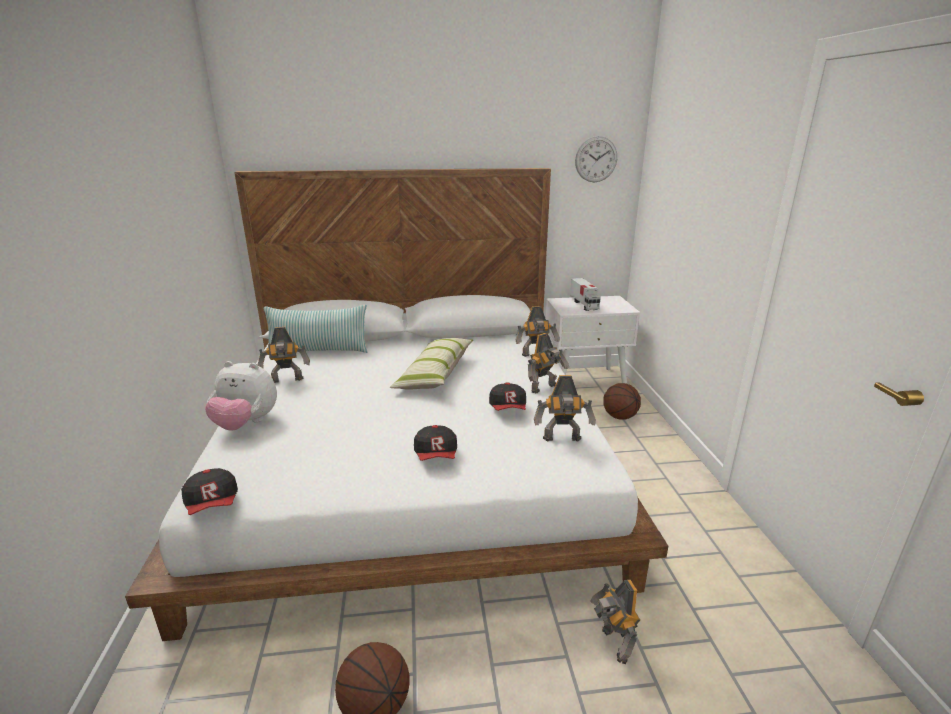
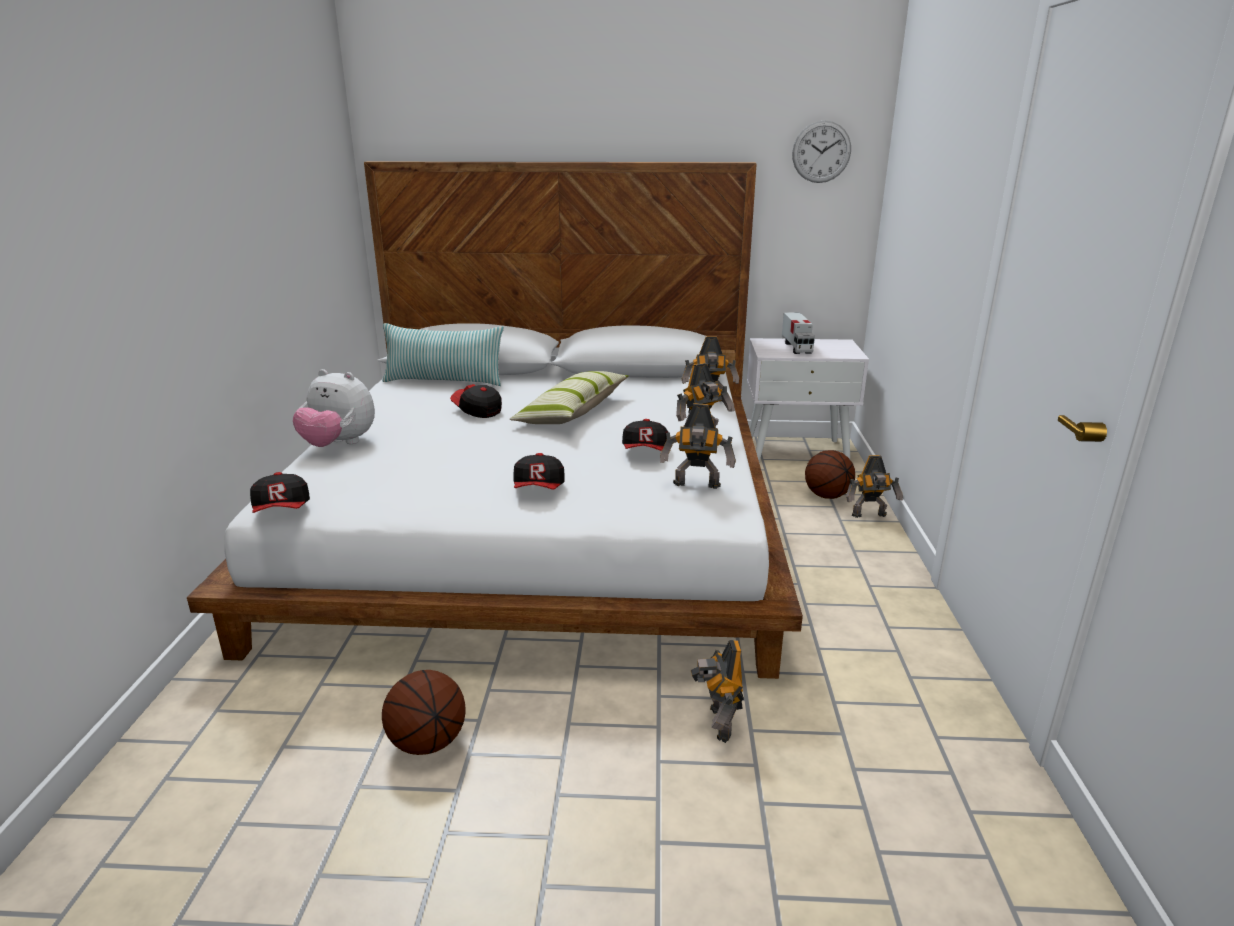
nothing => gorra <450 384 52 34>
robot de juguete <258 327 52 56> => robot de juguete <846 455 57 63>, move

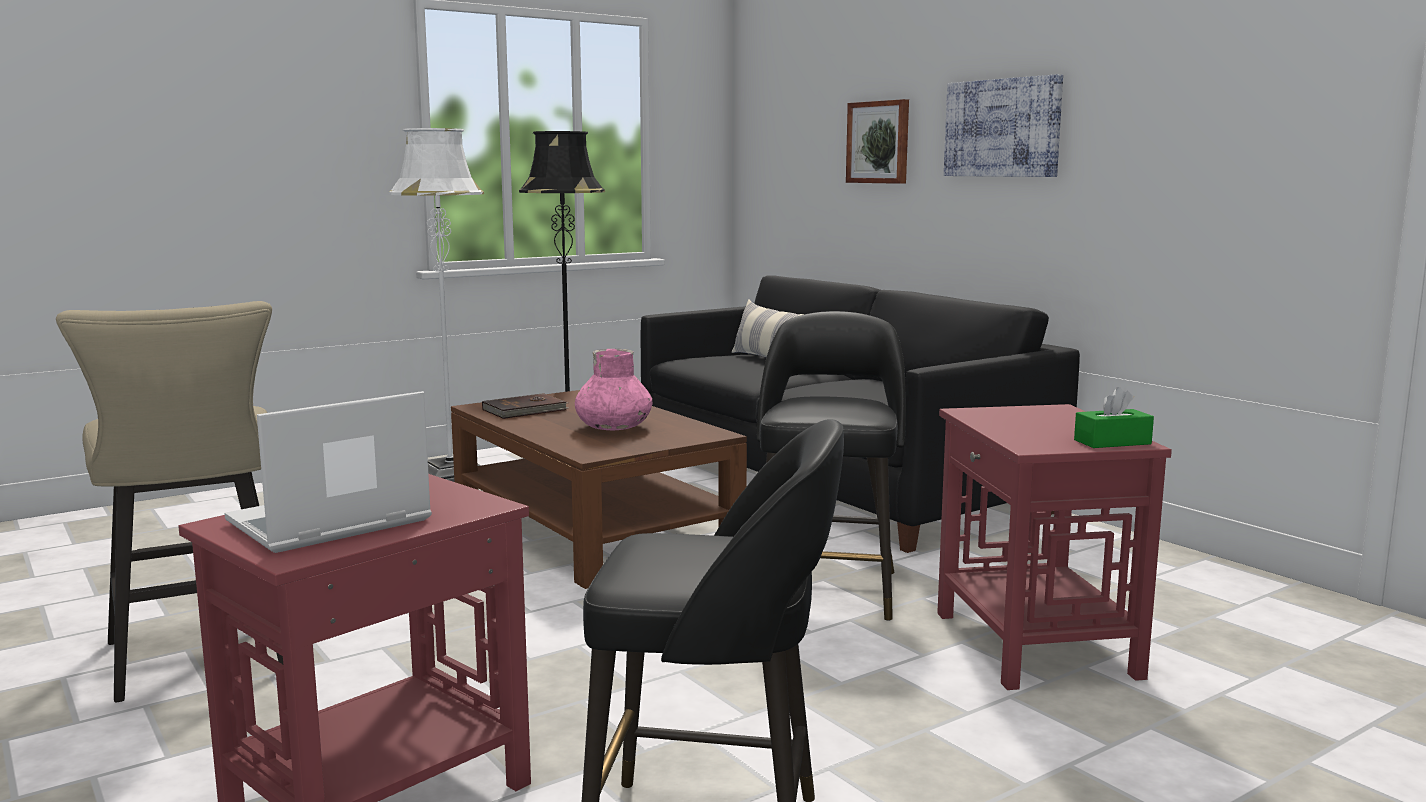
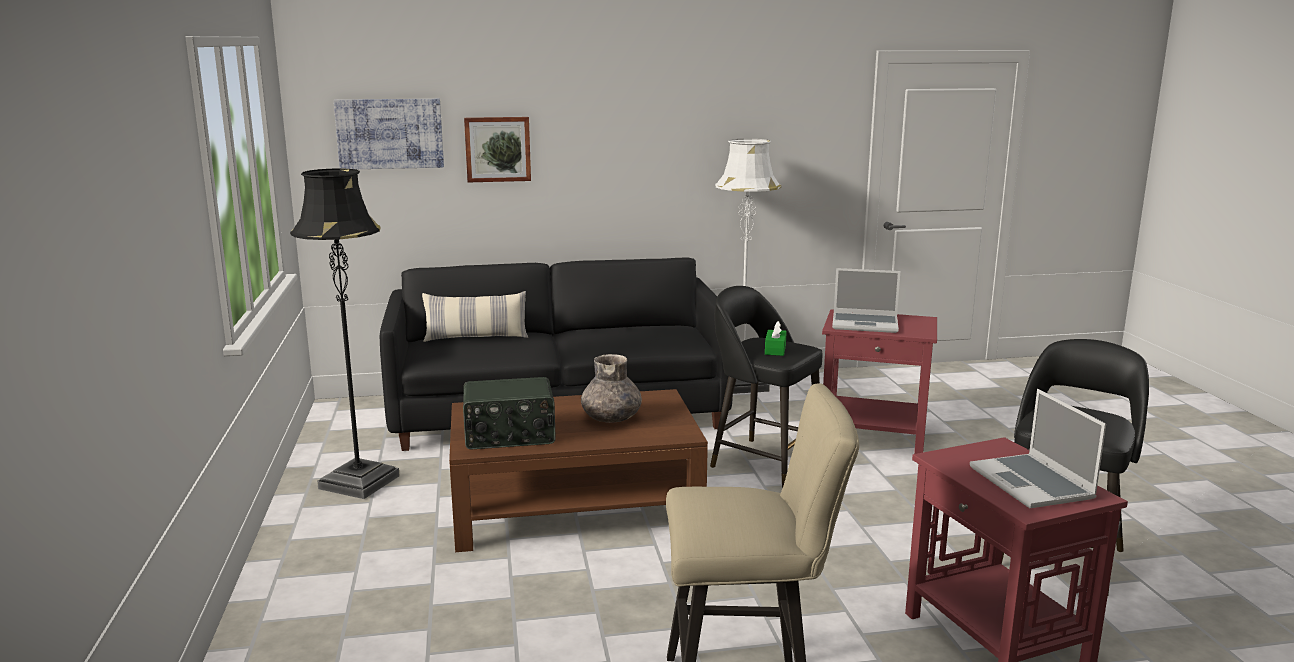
nothing => portátil <832 268 68 65>
lámpara de pie [blanco] <389 128 95 354> => lámpara de pie [blanco] <715 139 67 255>, move
cuadro <944 74 119 103> => cuadro <334 99 110 70>, move
caja de pañuelos [verde] <1074 387 80 61> => caja de pañuelos [verde] <765 321 22 35>, move
libro [marrón] <482 393 86 26> => radio <463 377 93 72>
florero [rosa] <575 349 77 82> => florero [gris] <581 354 61 69>

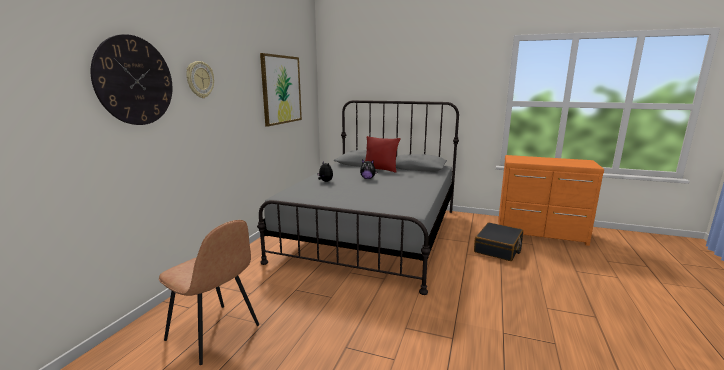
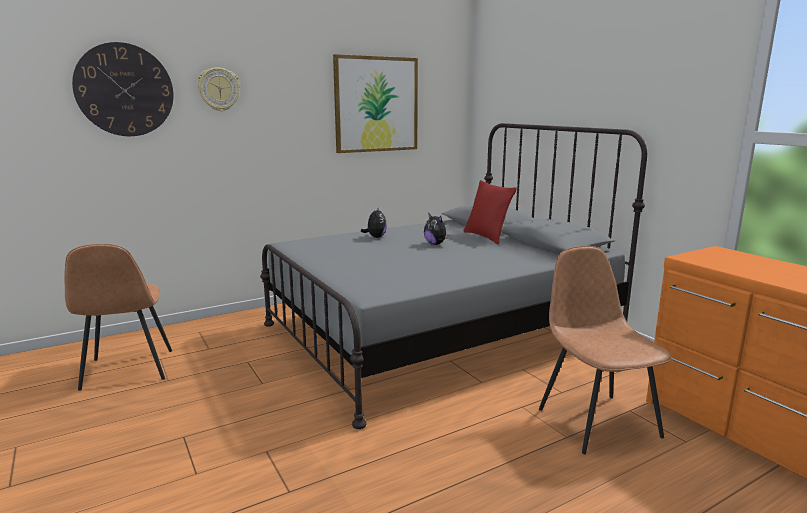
maleta [negro] <474 222 49 39> => silla [marrón] <539 246 133 208>

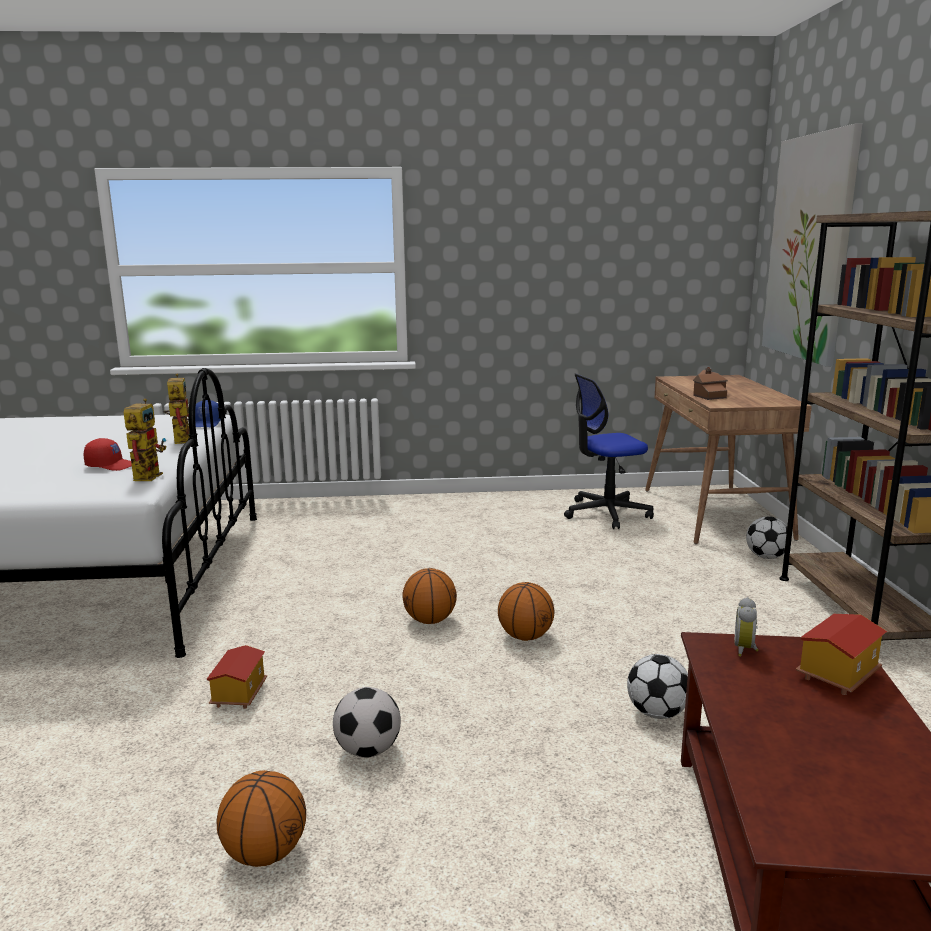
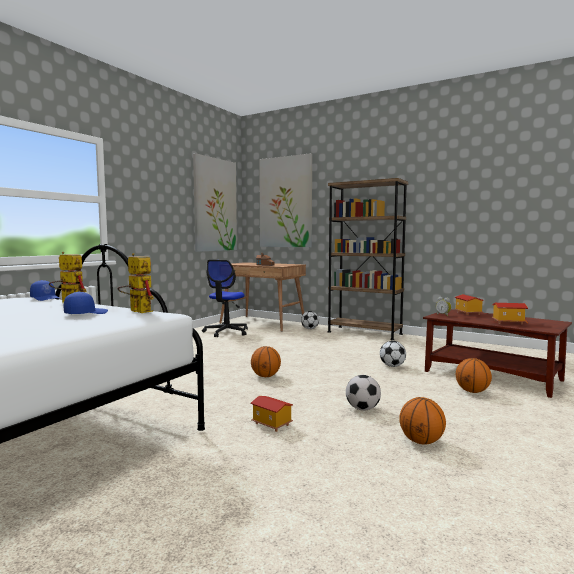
nothing => cuadro <193 153 44 99>
nothing => casita <492 303 36 22>
balón de baloncesto <498 582 56 59> => balón de baloncesto <456 358 36 35>, move
gorra [rojo] <84 438 48 33> => gorra [azul] <64 291 44 23>

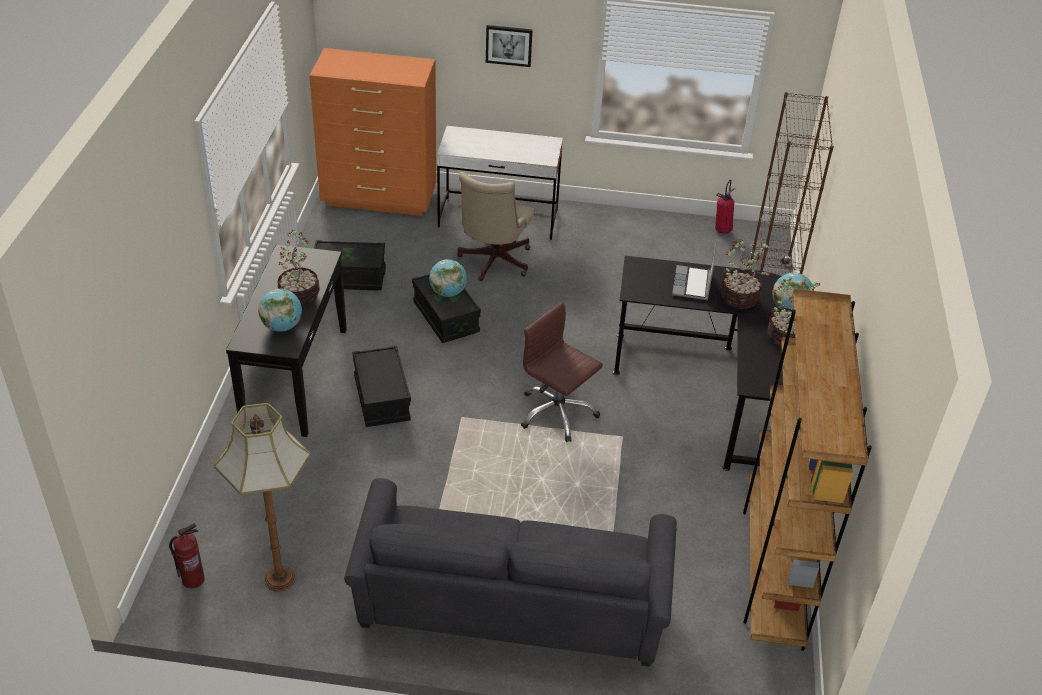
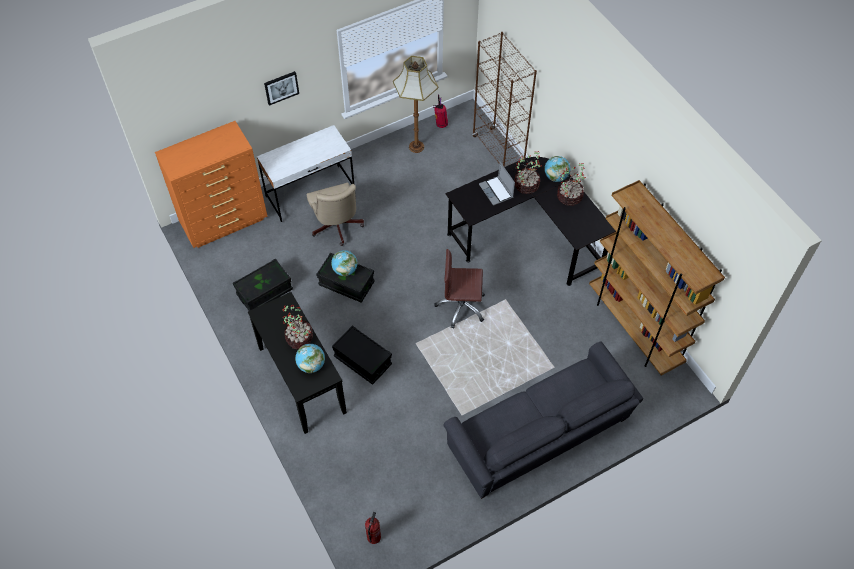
lámpara de pie <214 403 97 189> => lámpara de pie <393 56 45 97>, move

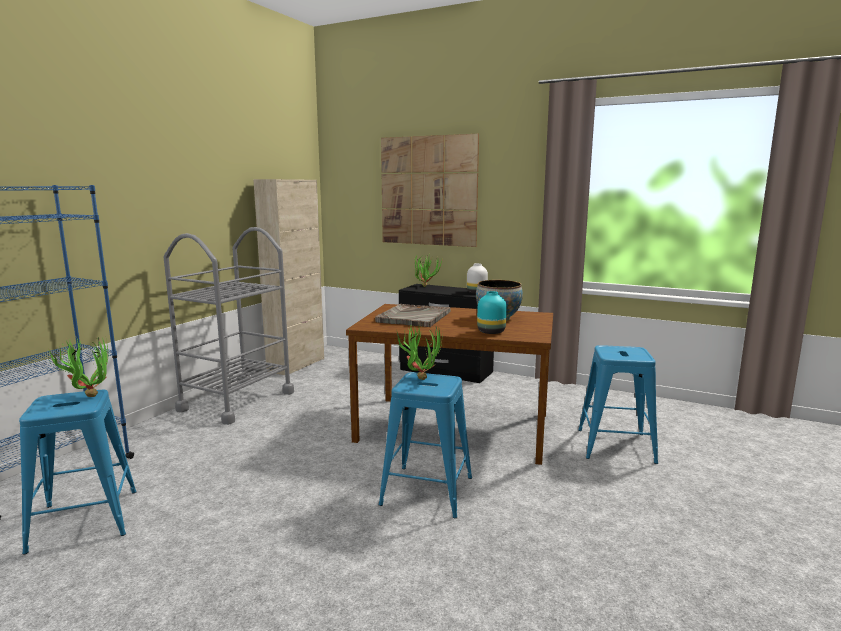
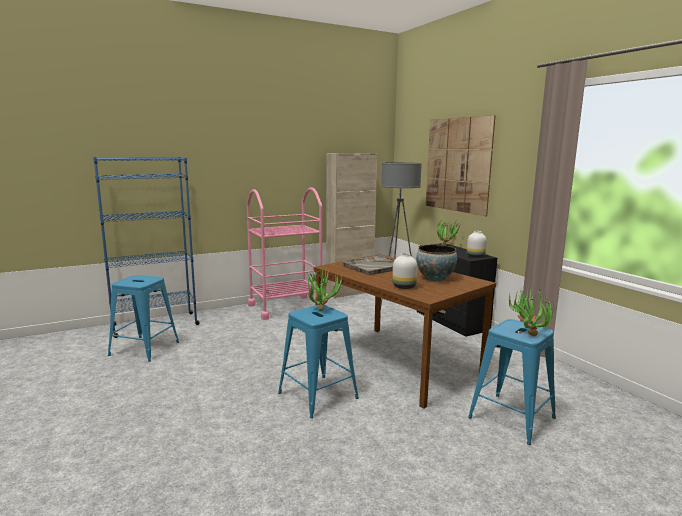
nothing => lámpara de pie [gris] <381 162 41 143>
planta en maceta <48 336 60 61> => planta en maceta <509 287 44 49>, move
carrito [gris] <164 227 130 198> => carrito [rosa] <247 187 75 133>
florero [turquesa] <477 291 30 43> => florero [blanco] <393 253 24 36>

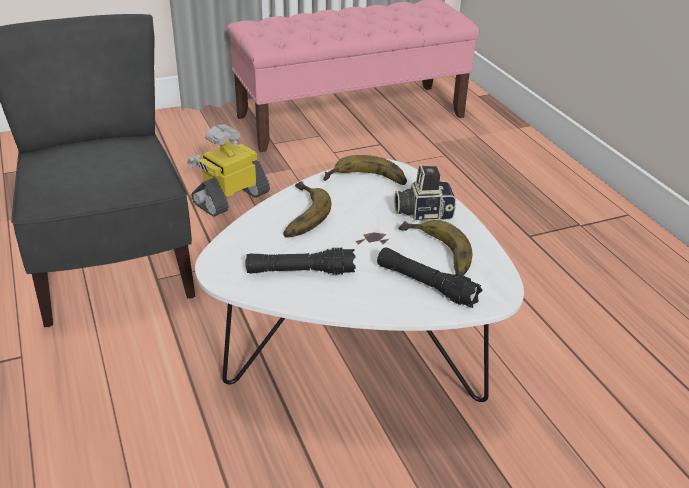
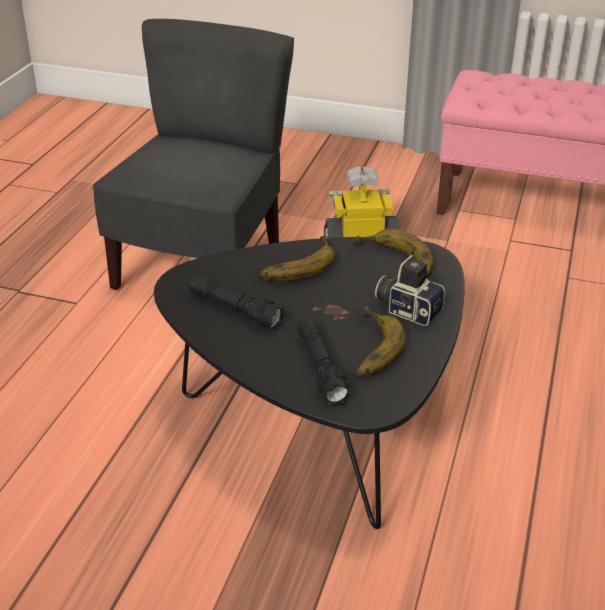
mesa de centro [blanco] <195 159 329 243> => mesa de centro [negro] <154 237 311 292>

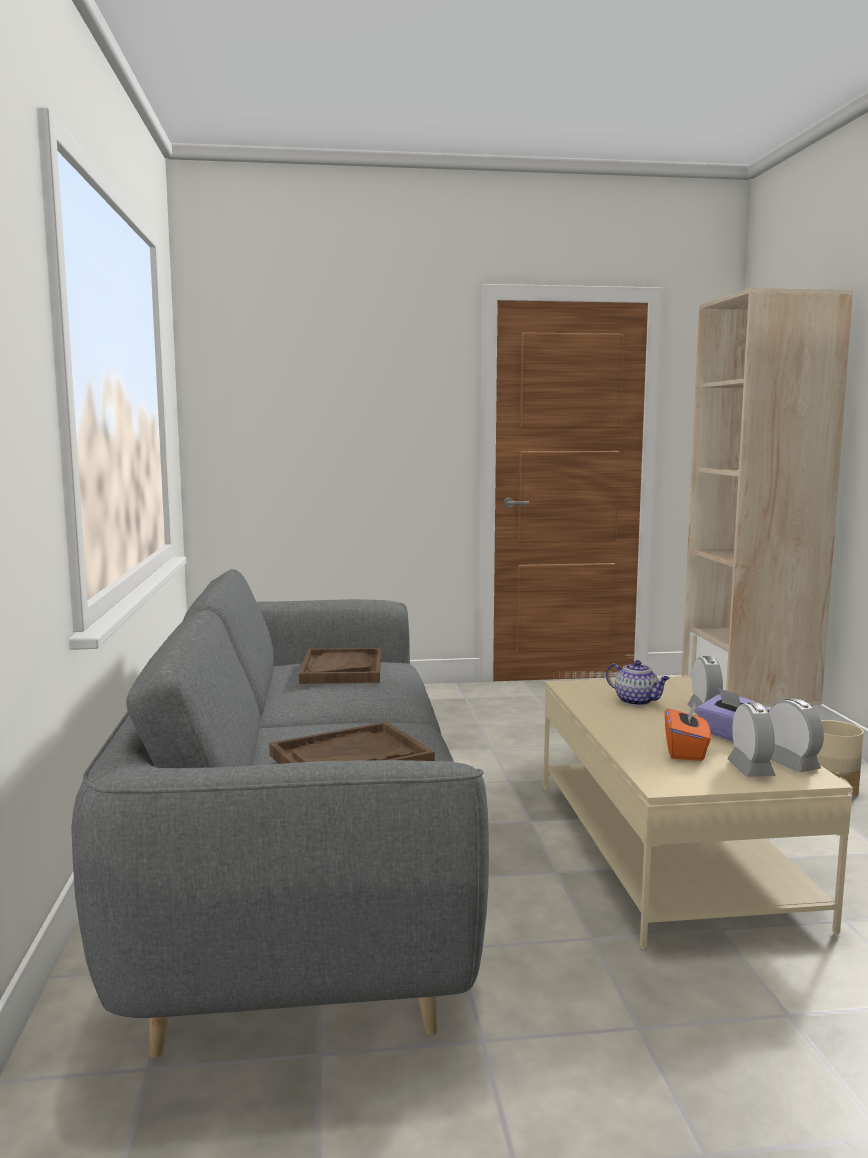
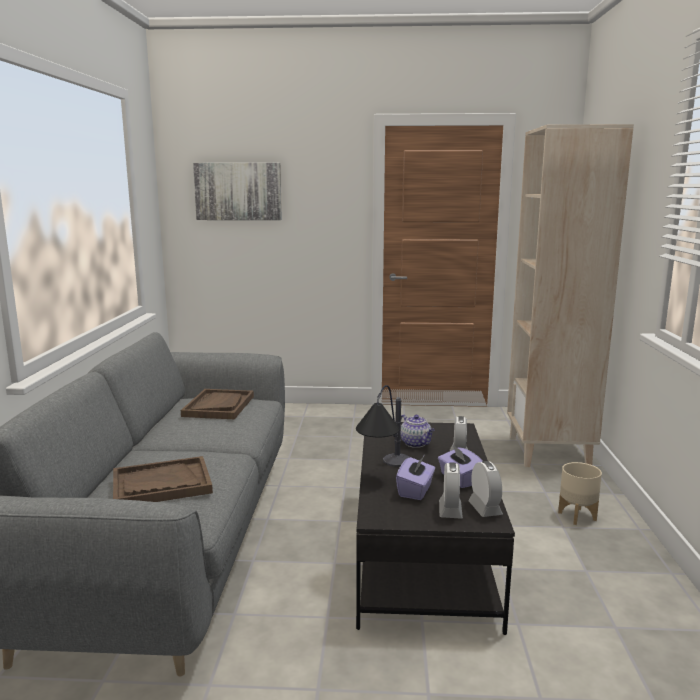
nothing => cuadro <193 163 89 57>
nothing => lámpara de mesa <356 385 54 82>
mesa de centro [beis] <543 676 310 273> => mesa de centro [negro] <356 422 159 213>
caja de pañuelos [naranja] <665 702 46 59> => caja de pañuelos [morado] <396 456 39 44>

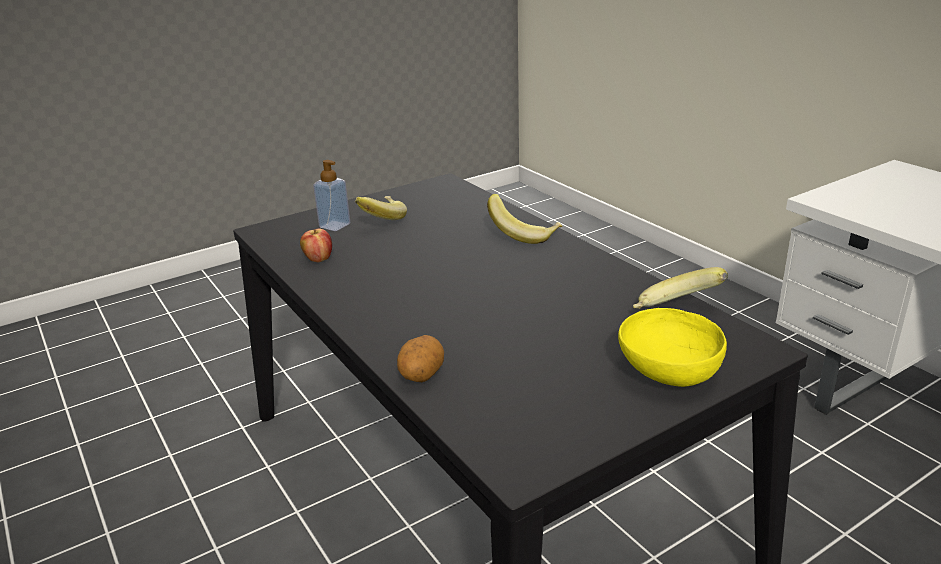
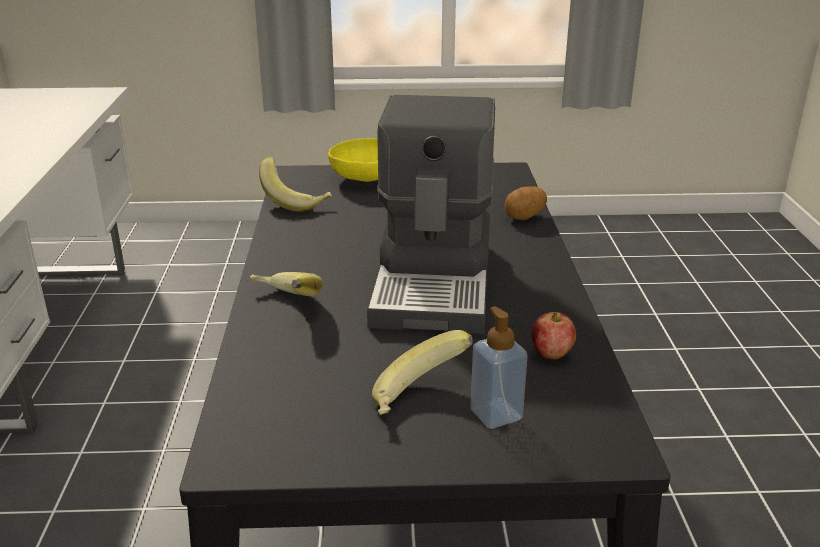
nothing => cafetera <367 95 128 239>

